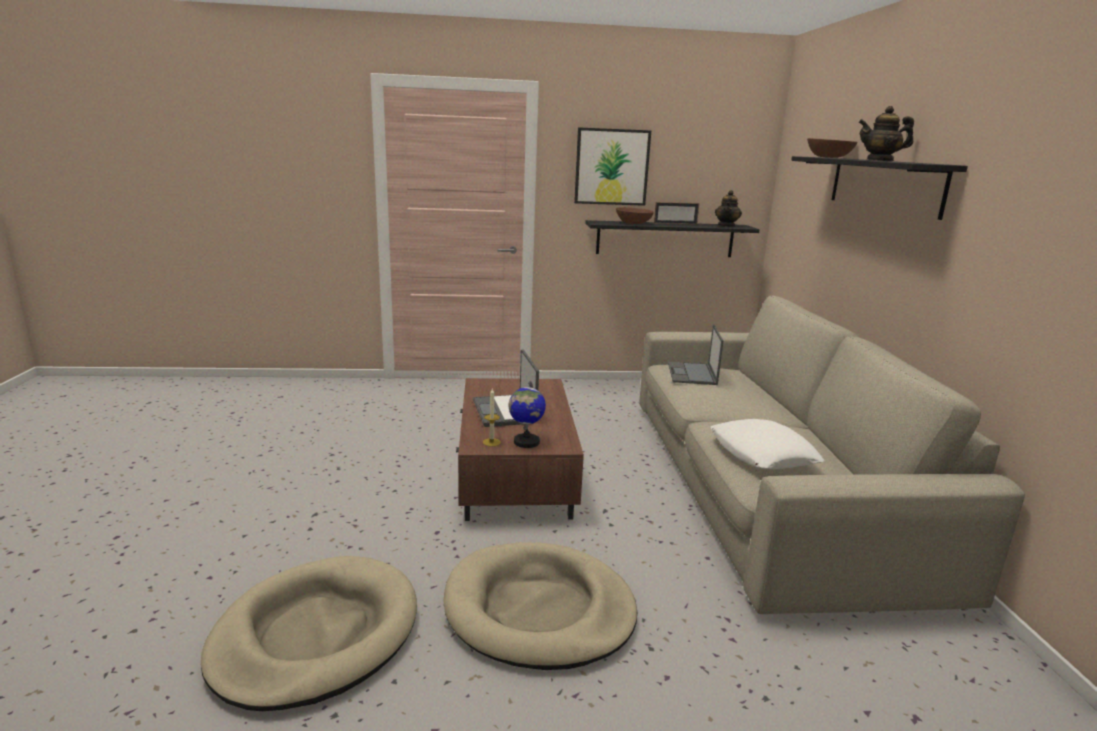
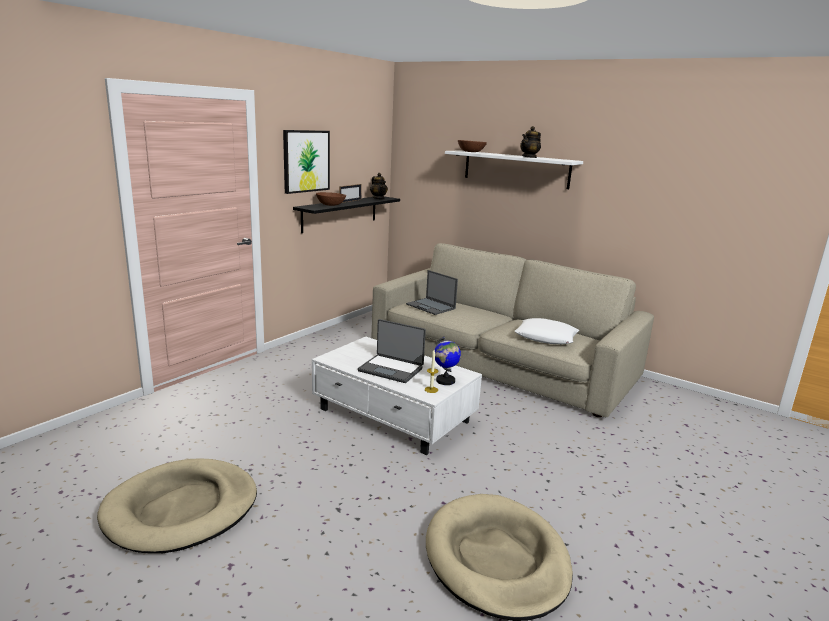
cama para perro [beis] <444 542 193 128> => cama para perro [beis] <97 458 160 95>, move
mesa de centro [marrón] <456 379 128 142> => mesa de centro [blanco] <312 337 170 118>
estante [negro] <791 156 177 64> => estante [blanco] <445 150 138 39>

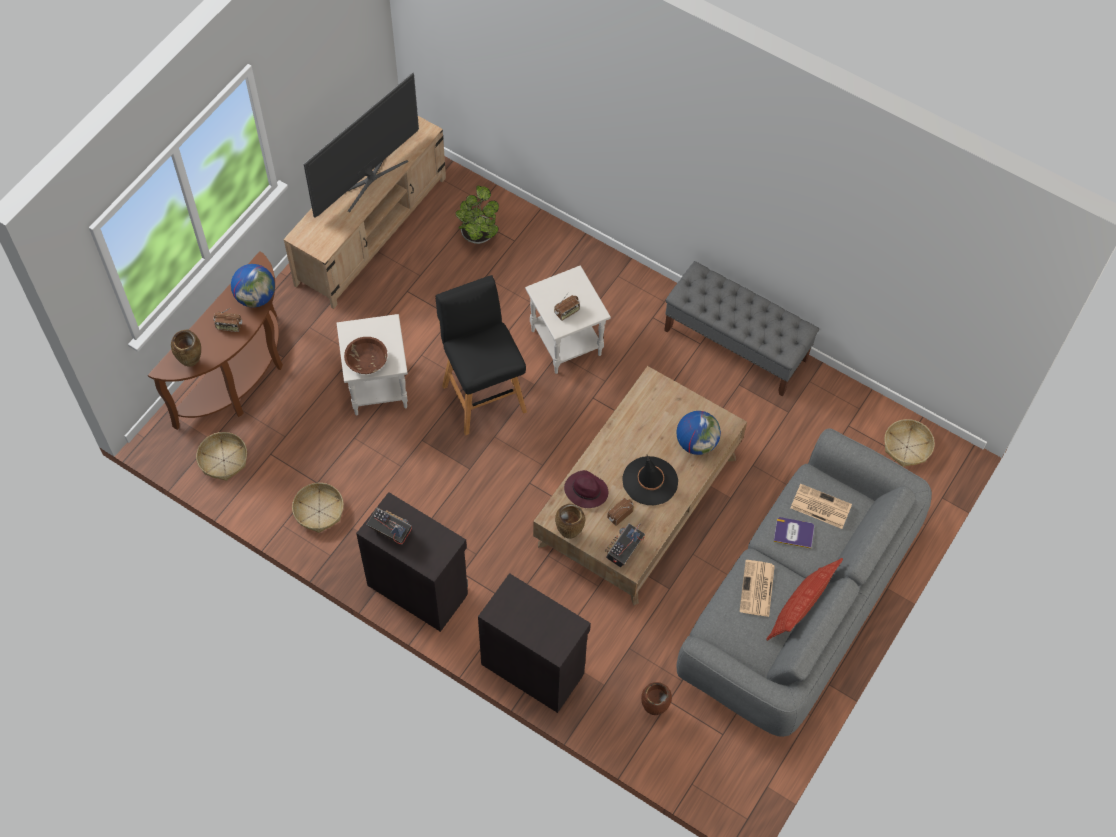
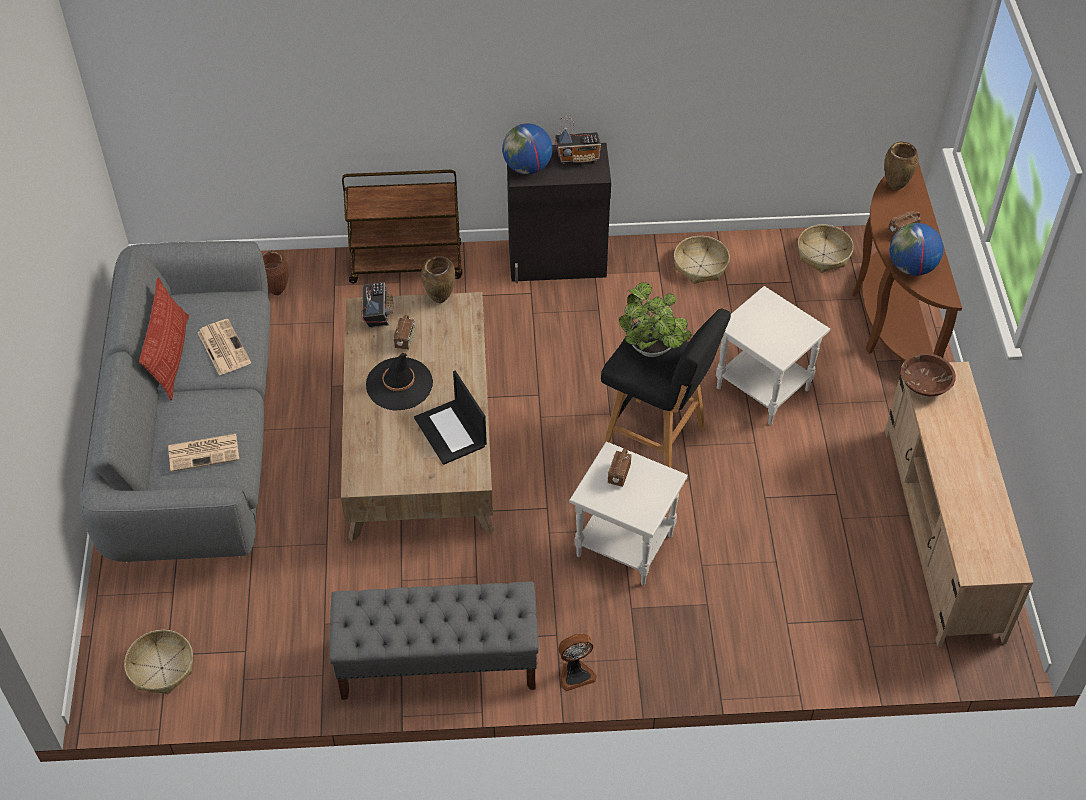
televisor <303 73 116 145> => nothing
sombrero [morado] <564 470 45 38> => nothing
libro <774 517 40 32> => nothing
nothing => portátil <414 371 73 94>
nothing => ventilador <558 634 39 57>
cuenco [marrón] <344 337 44 37> => cuenco [marrón] <901 353 55 43>, move
planta en maceta <455 185 44 59> => planta en maceta <619 283 72 74>, move
globo terráqueo <676 411 45 44> => globo terráqueo <502 123 51 51>, move
armario [negro] <478 573 113 140> => carrito [marrón] <342 170 120 113>

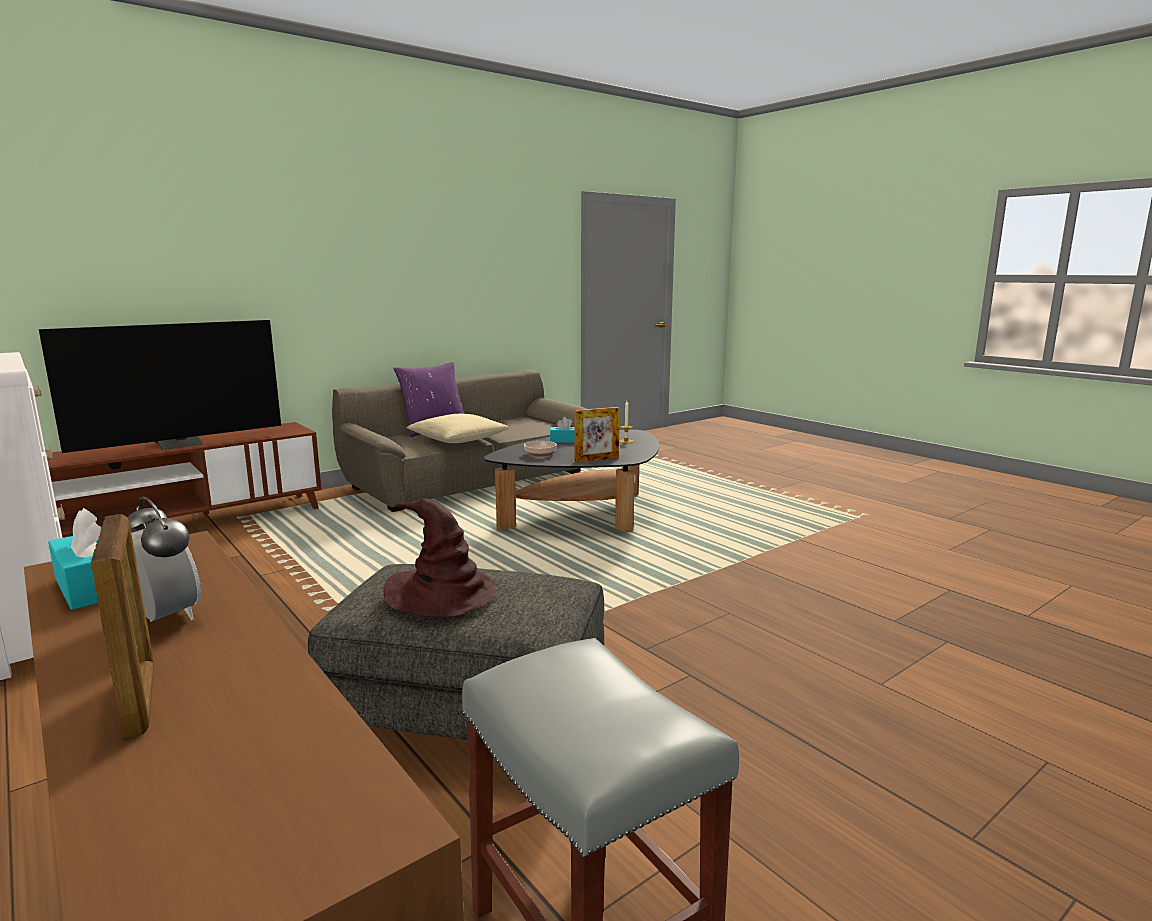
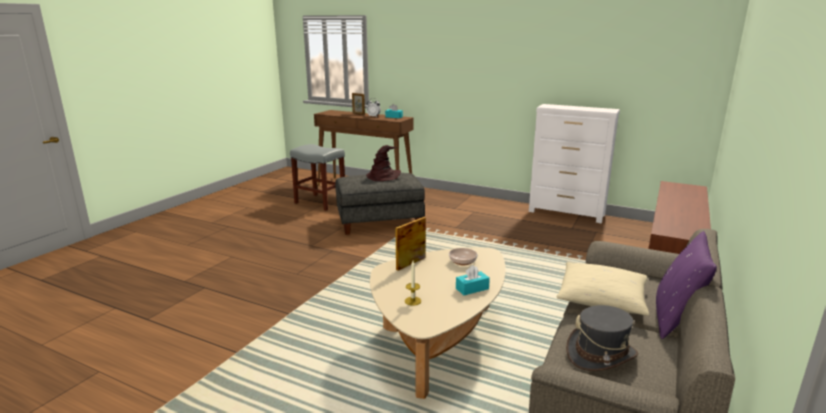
televisor <39 320 242 133> => nothing
nothing => sombrero [gris] <566 305 72 66>
mesa de centro [negro] <484 430 175 102> => mesa de centro [beis] <370 247 136 152>

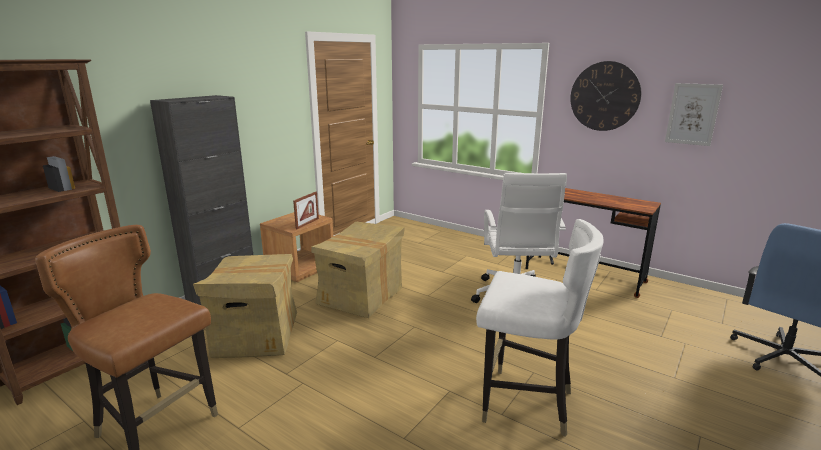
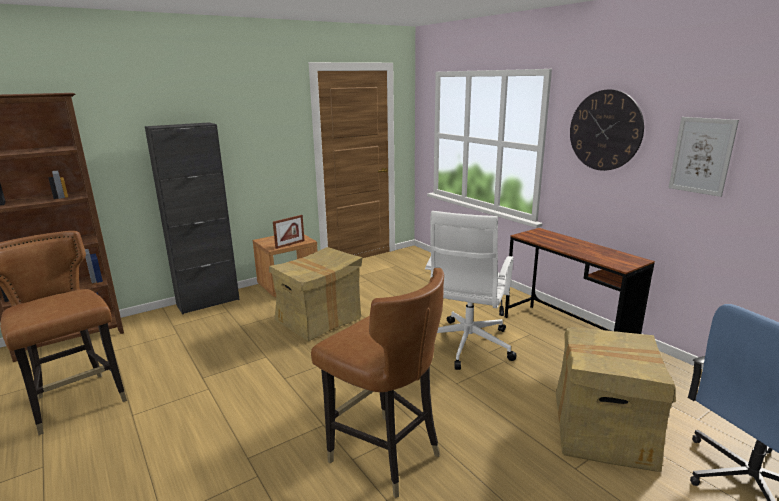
caja de cartón <193 254 104 104> => caja de cartón <556 327 120 145>, move
silla [blanco] <476 219 128 218> => silla [marrón] <311 268 133 230>

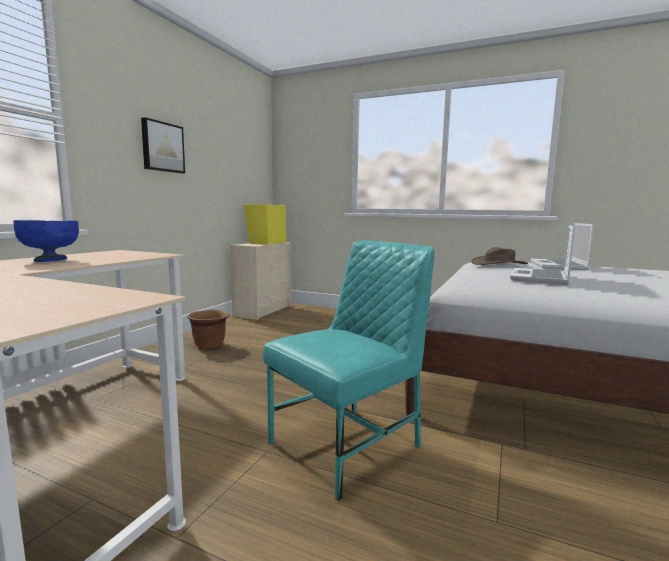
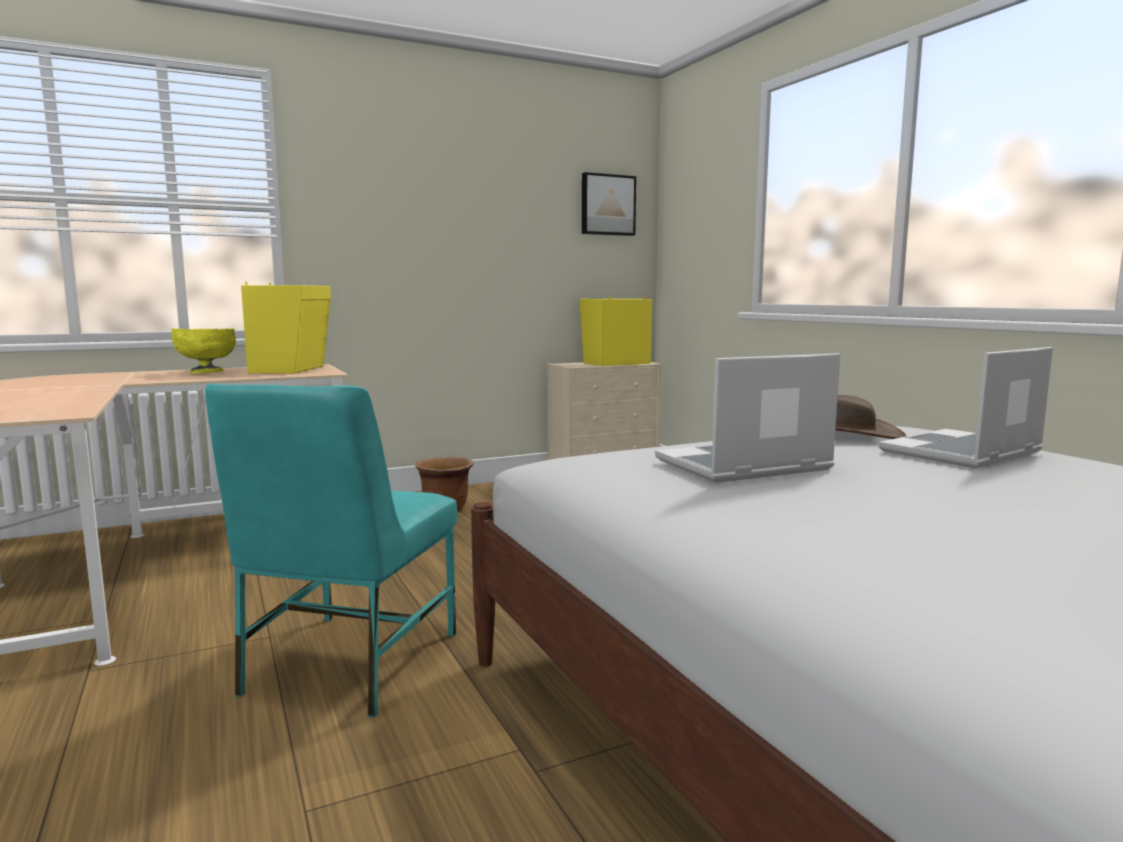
nothing => altavoz [amarillo] <241 282 90 92>
cuadro <141 117 44 57> => cuadro <582 172 54 64>, move
cuenco [azul] <13 220 66 42> => cuenco [amarillo] <171 328 65 46>
silla [turquesa] <263 240 172 262> => silla [turquesa] <205 383 252 334>, 105 degrees clockwise

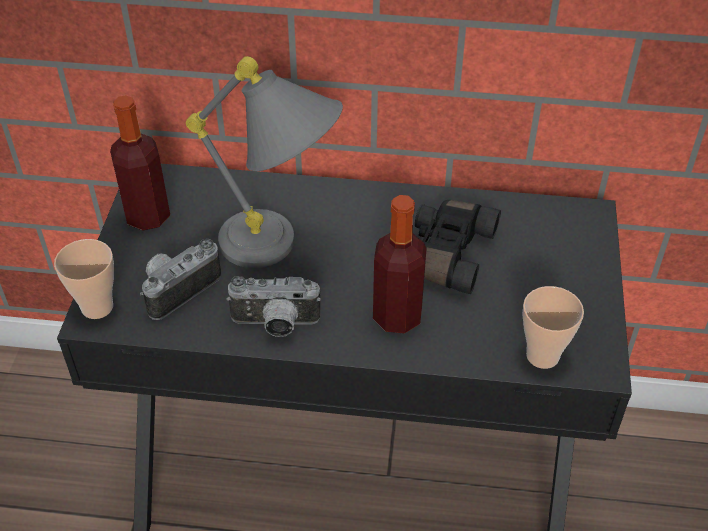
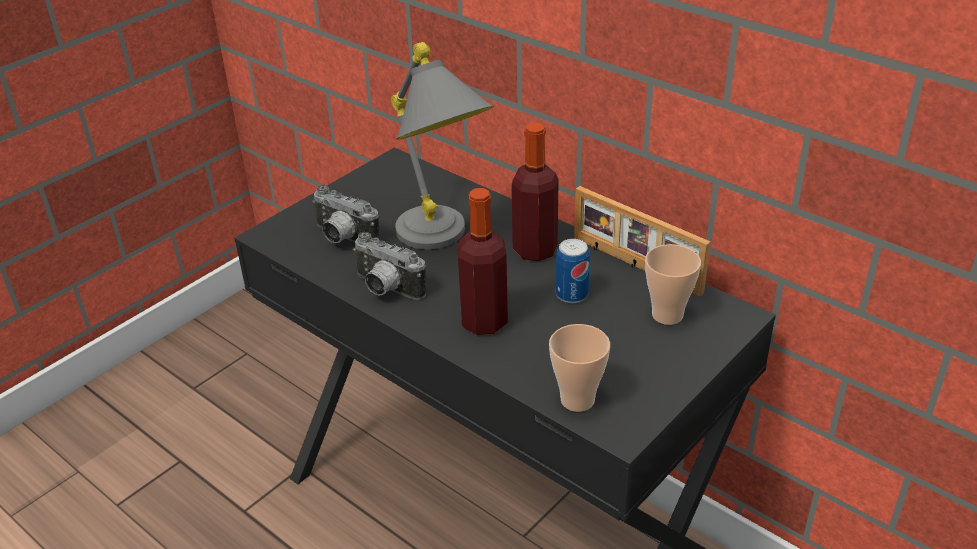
nothing => portarretratos <574 186 137 111>
taza <54 239 60 80> => taza <645 244 56 81>, move
botella <110 95 60 136> => botella <512 123 47 138>, move
prismáticos [negro] <415 200 86 94> => lata <556 239 34 64>
cámara <140 239 81 81> => cámara <312 185 68 58>, 135 degrees counterclockwise

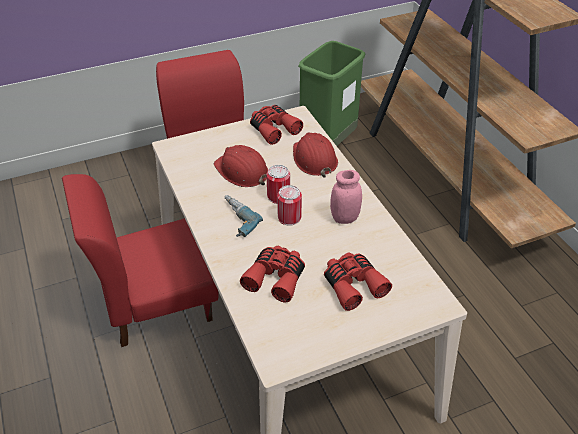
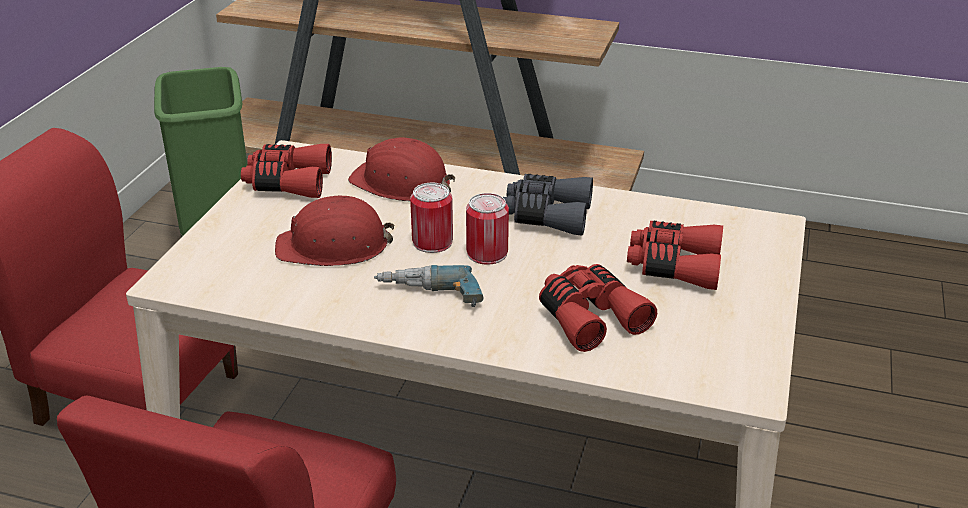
tarro [rosa] <330 170 32 54> => prismáticos [gris] <503 174 90 62>

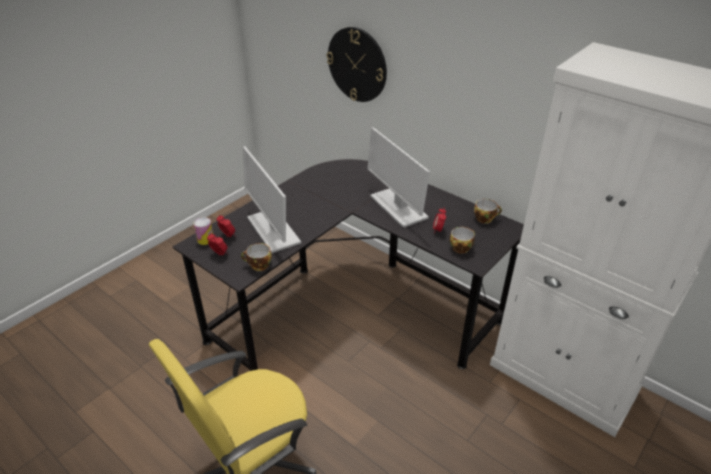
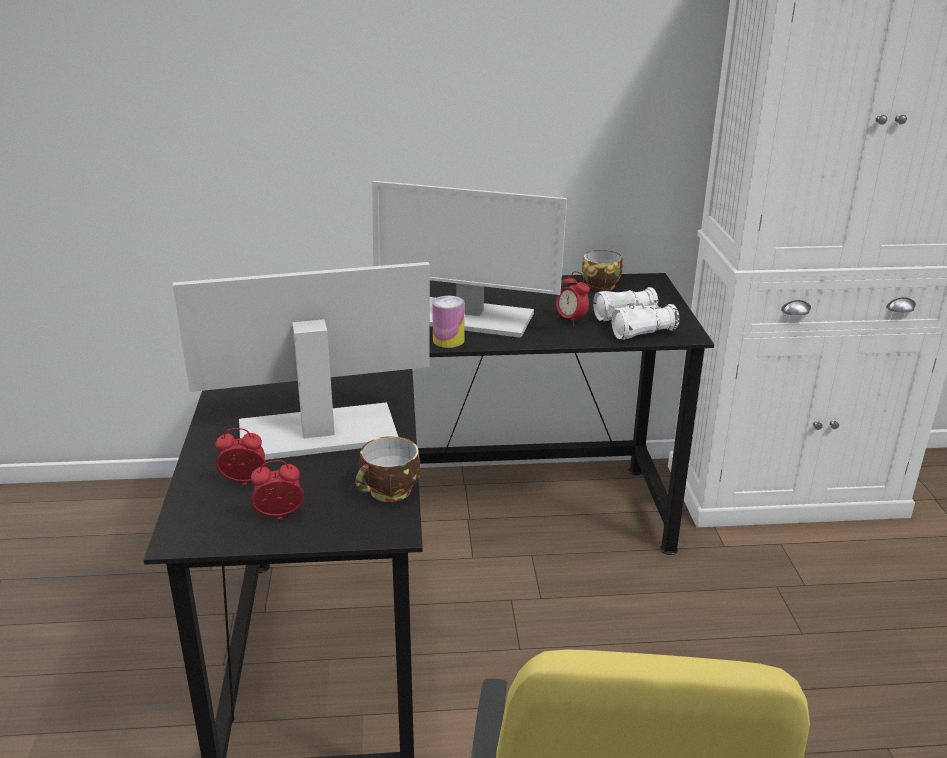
reloj de pared <327 27 60 75> => nothing
lata <194 217 19 28> => lata <432 296 33 52>, move
taza <450 227 25 27> => prismáticos [blanco] <593 287 86 53>
monitor <243 146 58 107> => monitor <173 262 257 198>, 150 degrees clockwise

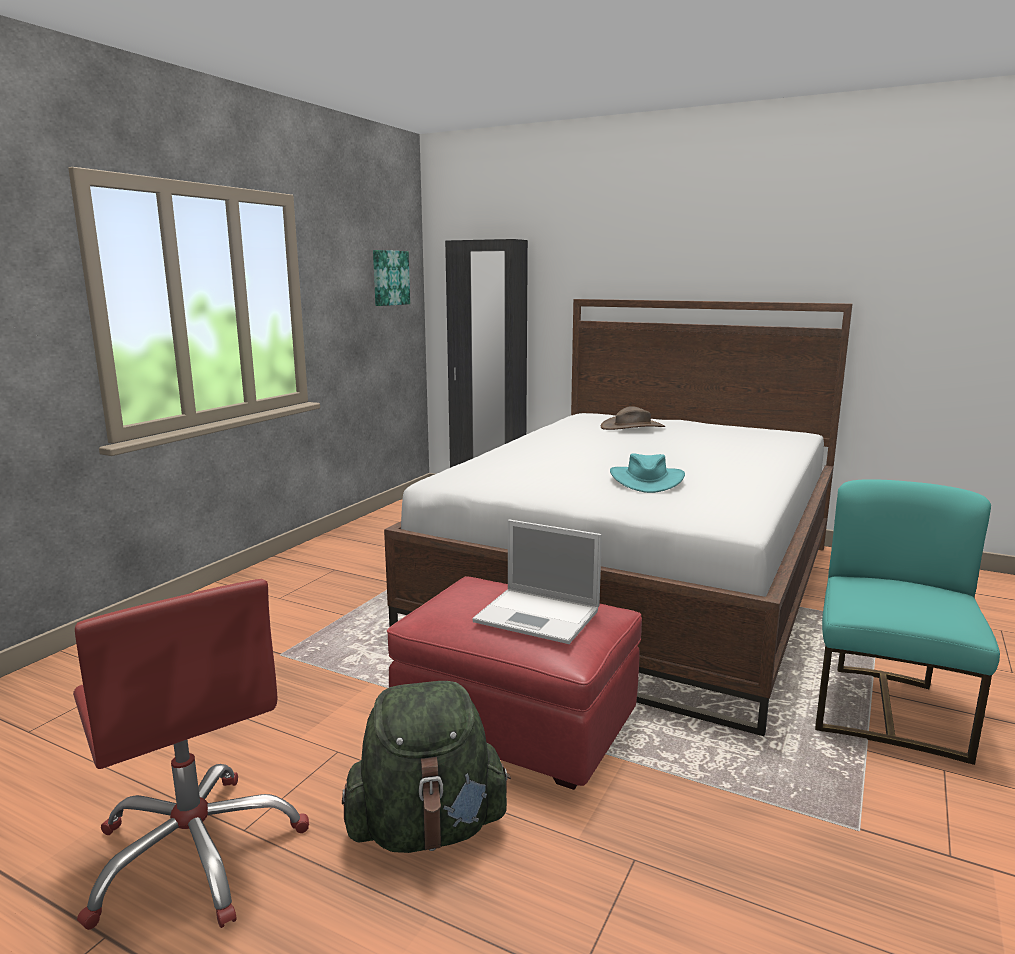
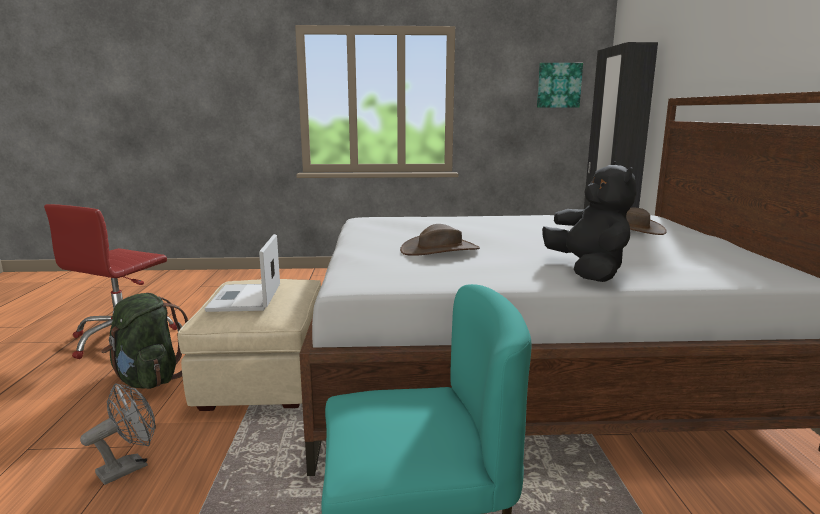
nothing => ventilador [gris] <80 384 76 101>
nothing => peluche [negro] <542 162 94 120>
puf [rojo] <387 576 255 214> => puf [beis] <178 279 143 132>
sombrero [turquesa] <610 454 75 39> => sombrero [marrón] <400 224 80 32>

